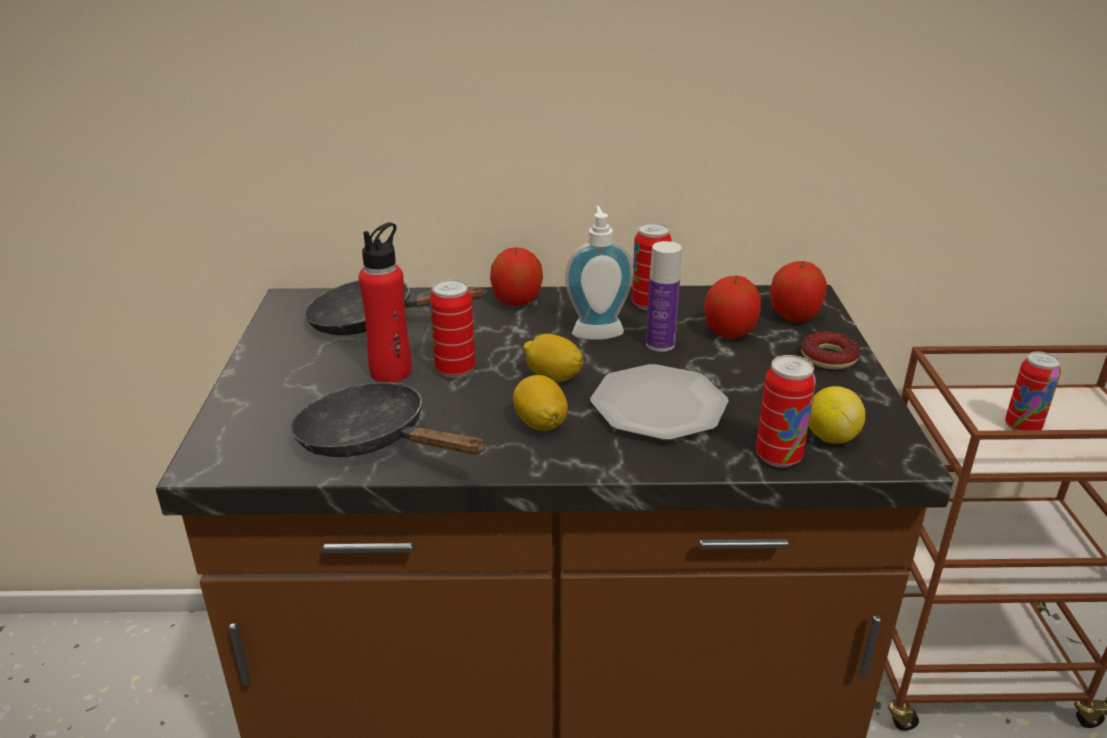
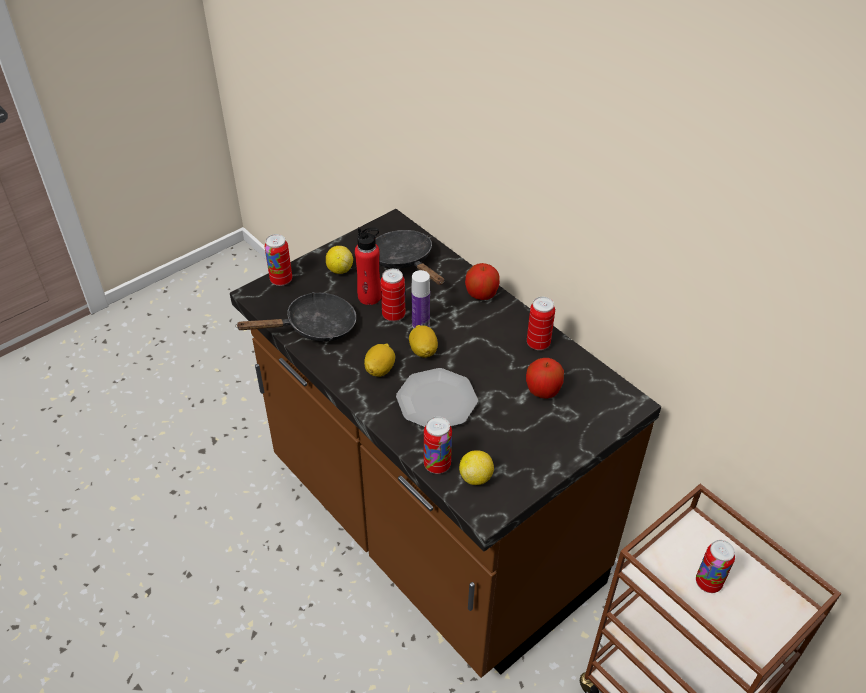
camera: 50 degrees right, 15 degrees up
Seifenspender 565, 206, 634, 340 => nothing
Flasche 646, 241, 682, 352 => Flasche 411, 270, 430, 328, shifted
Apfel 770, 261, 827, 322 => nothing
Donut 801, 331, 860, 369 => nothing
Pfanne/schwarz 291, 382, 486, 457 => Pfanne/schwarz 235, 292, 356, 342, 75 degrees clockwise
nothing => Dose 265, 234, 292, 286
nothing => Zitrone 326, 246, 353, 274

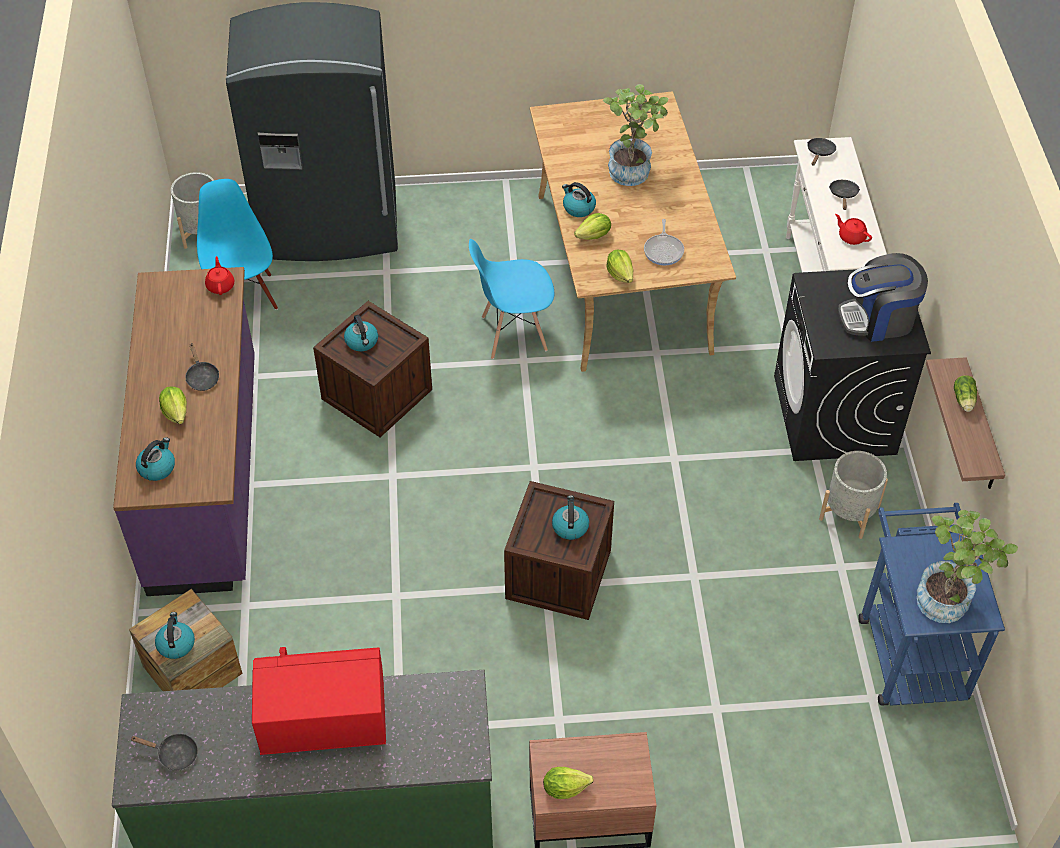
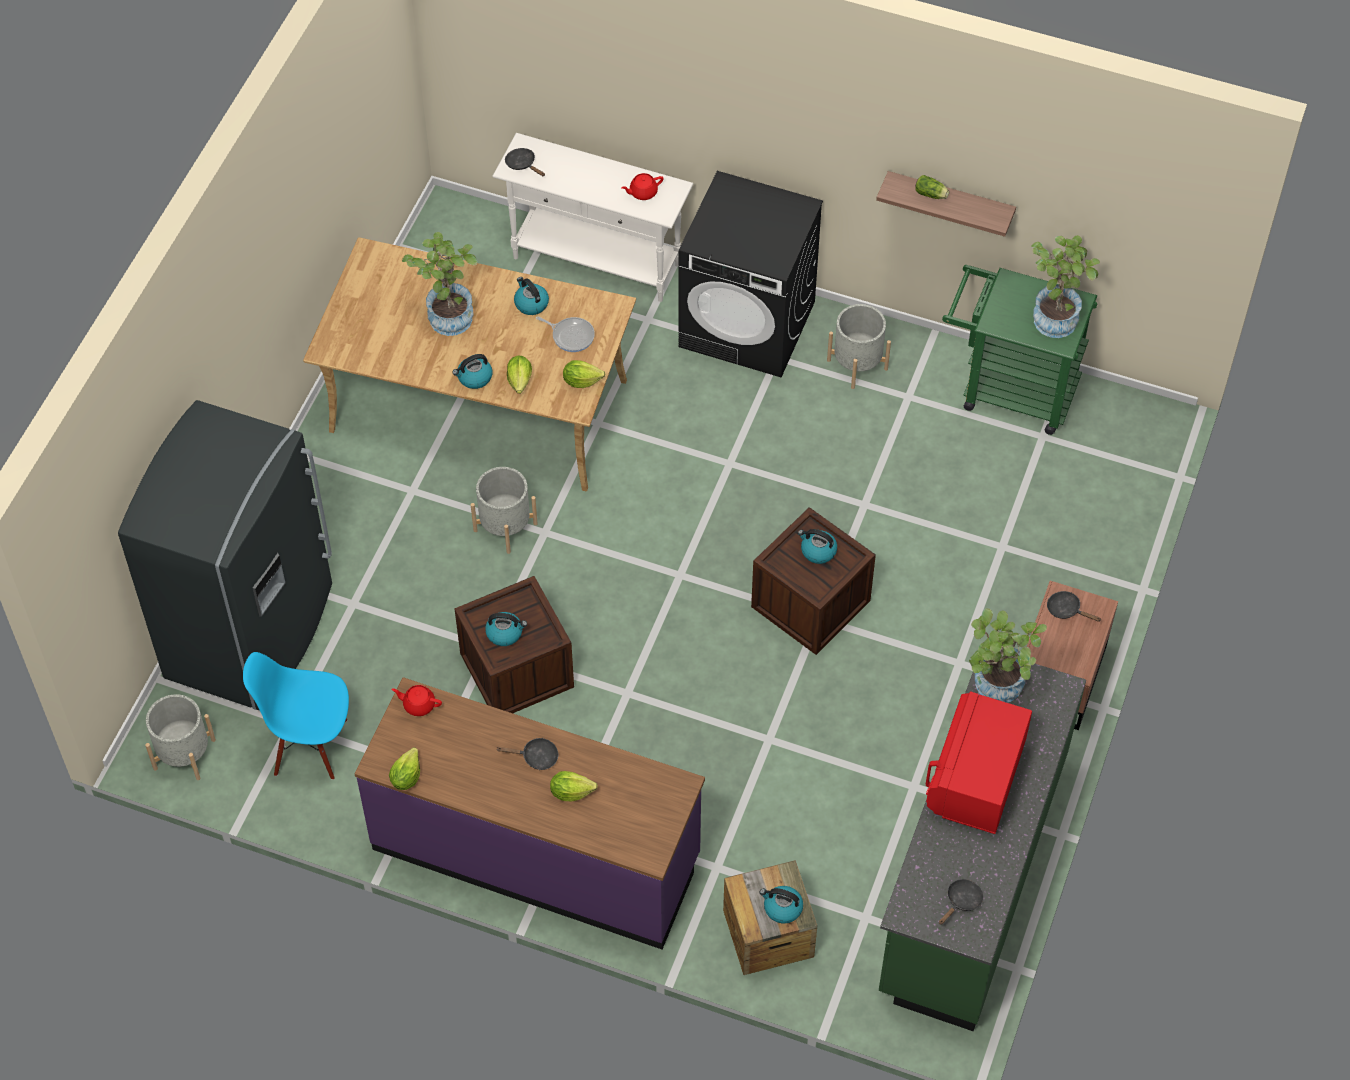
camera: 65 degrees left, 5 degrees up
Pfanne/schwarz 829, 180, 860, 210 => Pfanne/schwarz 1047, 591, 1101, 622, shifted
Stuhl/blau 469, 239, 554, 359 => Pflanzkübel/grau 471, 467, 538, 554
Kaffeemaschine 838, 253, 928, 342 => nothing
Wasserkessel 136, 437, 175, 481 => Wasserkessel 514, 277, 549, 315, shifted
Rollwagen/blau 858, 503, 1005, 705 => Rollwagen/grün 942, 265, 1097, 435
Salatkopf 543, 767, 594, 799 => Salatkopf 389, 747, 420, 790, shifted
nothing => Topfpflanze 969, 608, 1047, 703

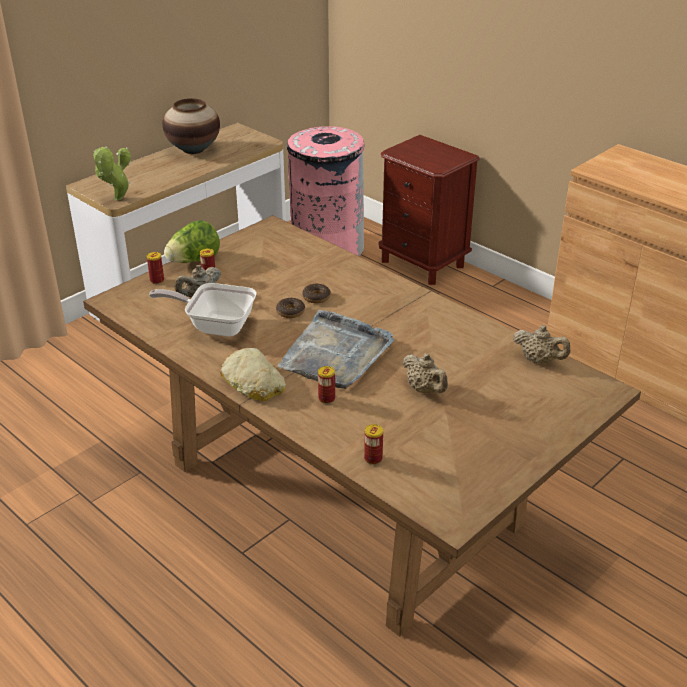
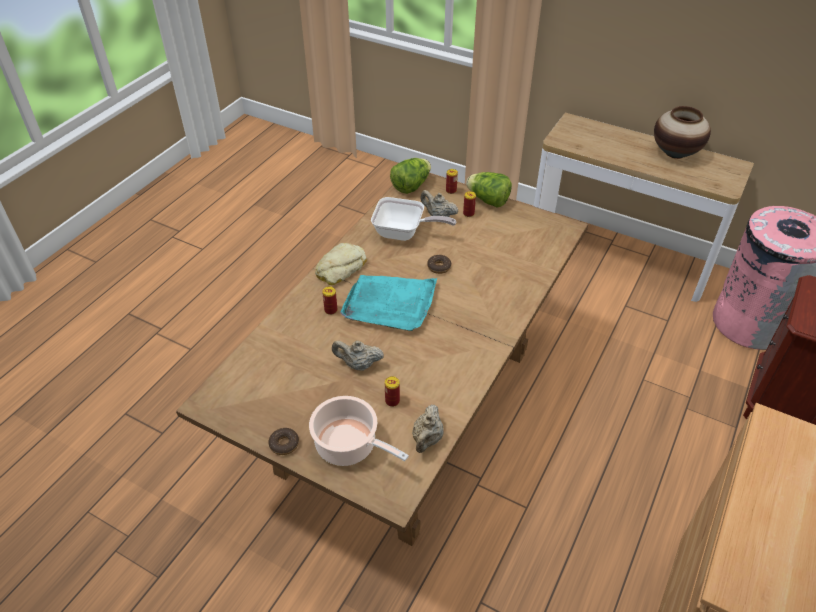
camera: 75 degrees right, 10 degrees up
Topfpflanze 93, 146, 131, 200 => nothing
Pfanne 149, 283, 257, 337 => Pfanne 371, 197, 456, 241, 105 degrees clockwise
Donut 302, 284, 331, 303 => Donut 268, 428, 299, 455, shifted
Tablett/grau 277, 310, 394, 389 => Tablett/türkis 340, 275, 437, 331
Teekanne/beige 403, 353, 448, 393 => Teekanne/beige 332, 340, 384, 371, 60 degrees clockwise
Dose 364, 424, 383, 465 => Dose 385, 376, 400, 407, shifted
nothing => Salatkopf 390, 158, 431, 194
nothing => Kochtopf 309, 396, 409, 466

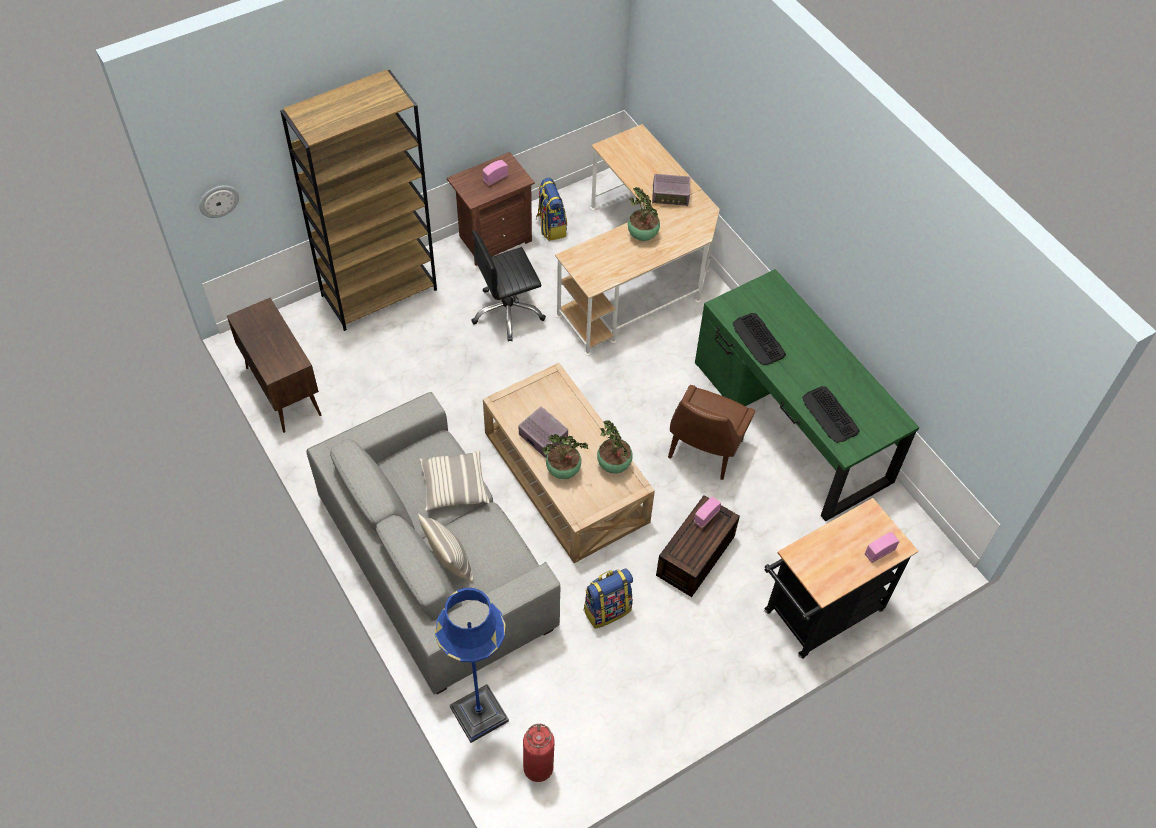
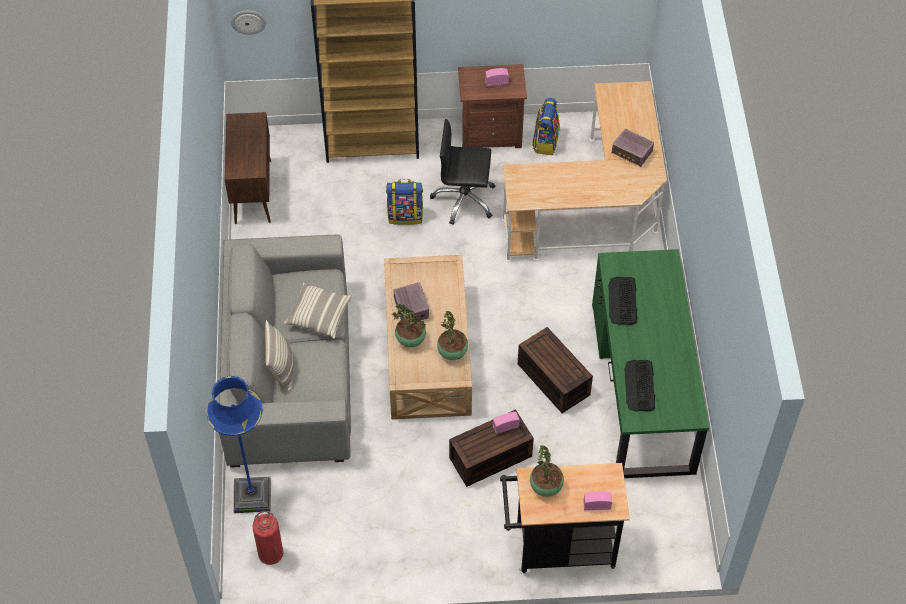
camera: 30 degrees right, 0 degrees up
Topfpflanze 628, 187, 660, 241 => Topfpflanze 530, 445, 564, 497, shifted
Stuhl/braun 668, 385, 755, 480 => Aufbewahrungsbox/braun 518, 327, 593, 413
Rucksack 583, 569, 633, 629 => Rucksack 386, 179, 423, 225, shifted

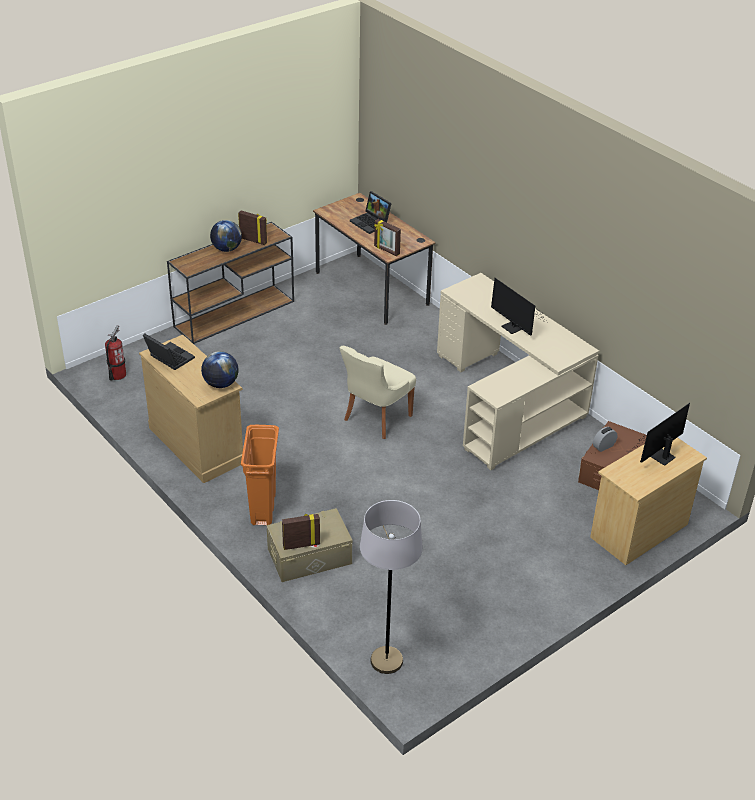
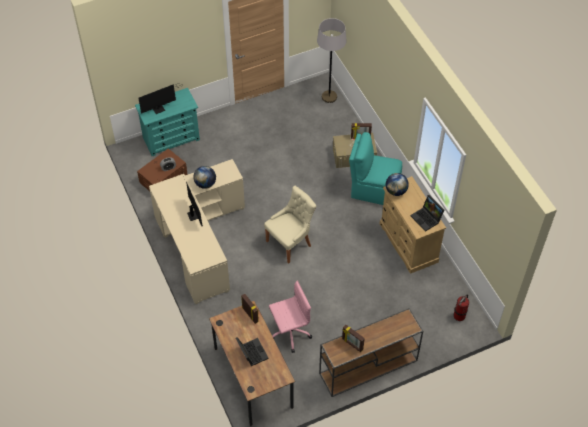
camera: 165 degrees left, 15 degrees up
Globus 210, 220, 242, 252 => Globus 193, 166, 216, 189, shifted
Mülleimer/orange 241, 425, 279, 525 => Stuhl/türkis 349, 132, 402, 205
Kommode/beige 590, 437, 707, 565 => Kommode/türkis 135, 88, 200, 156
nothing => Bürostuhl/rosa 269, 280, 312, 353

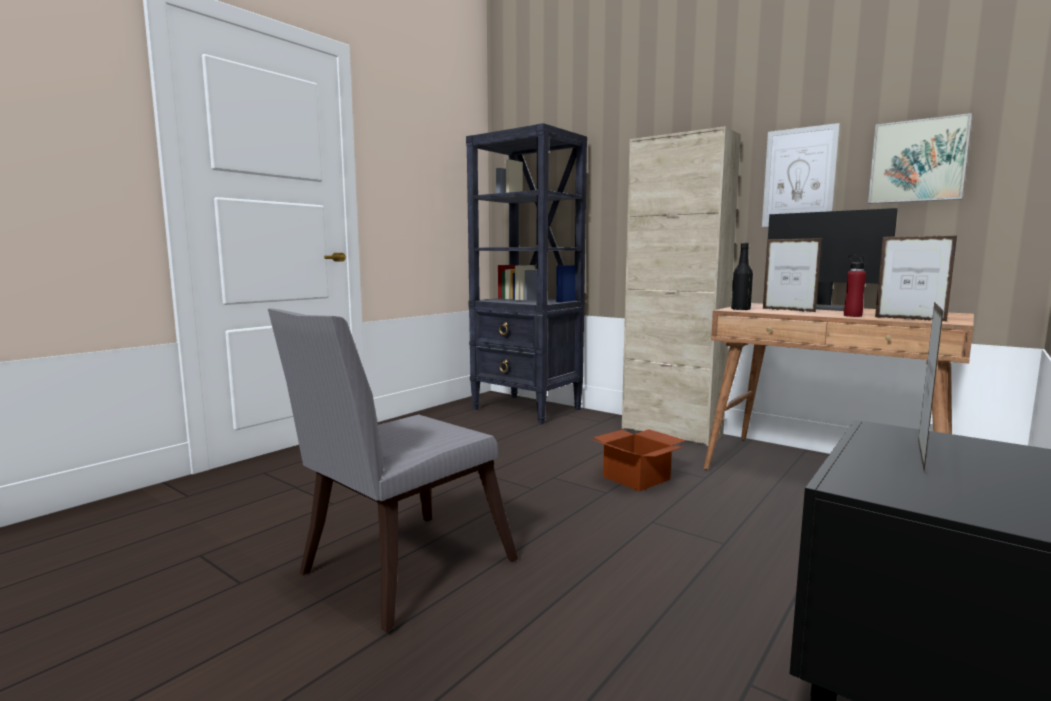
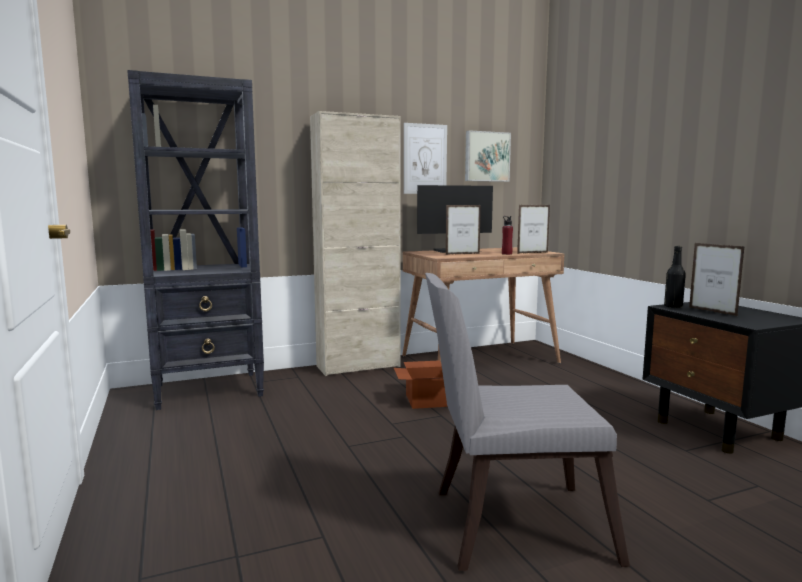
camera: 60 degrees left, 0 degrees up
Flasche/schwarz 731, 243, 753, 310 => Flasche/schwarz 664, 246, 686, 308, shifted
Stuhl/grau 268, 308, 518, 632 => Stuhl/grau 425, 273, 630, 571, 105 degrees clockwise

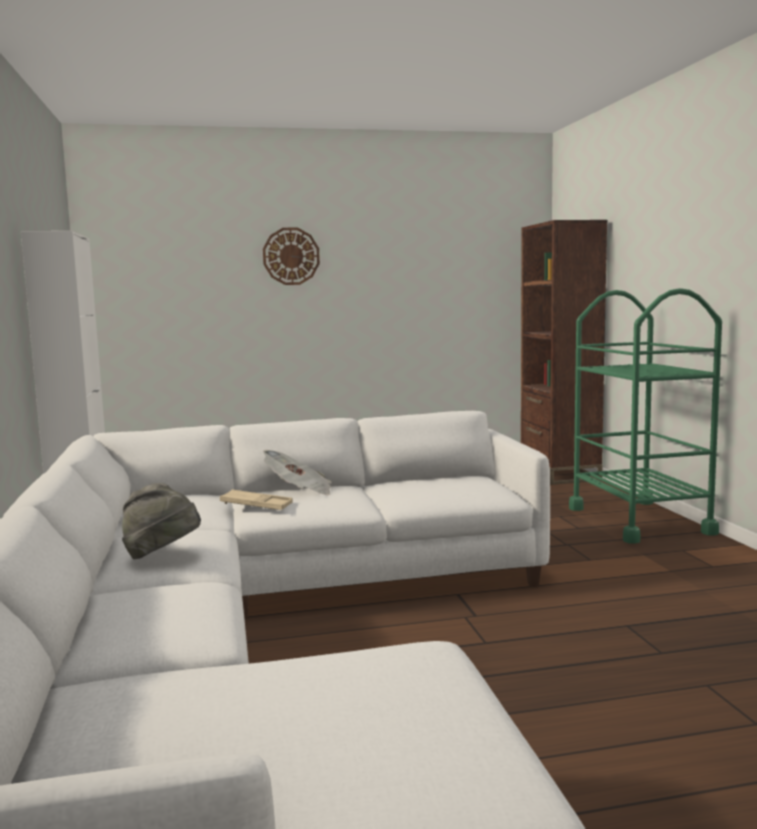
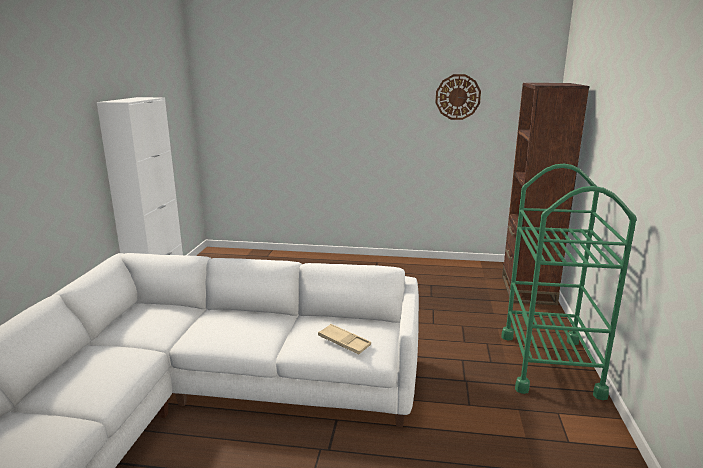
camera: 20 degrees right, 10 degrees up
Wanduhr 263, 228, 320, 285 => Wanduhr 435, 74, 481, 120, shifted
Zeitung 263, 450, 332, 495 => nothing
Hut/grau 122, 483, 201, 559 => nothing
Tablett/beige 220, 489, 293, 510 => Tablett/beige 318, 324, 371, 354, shifted

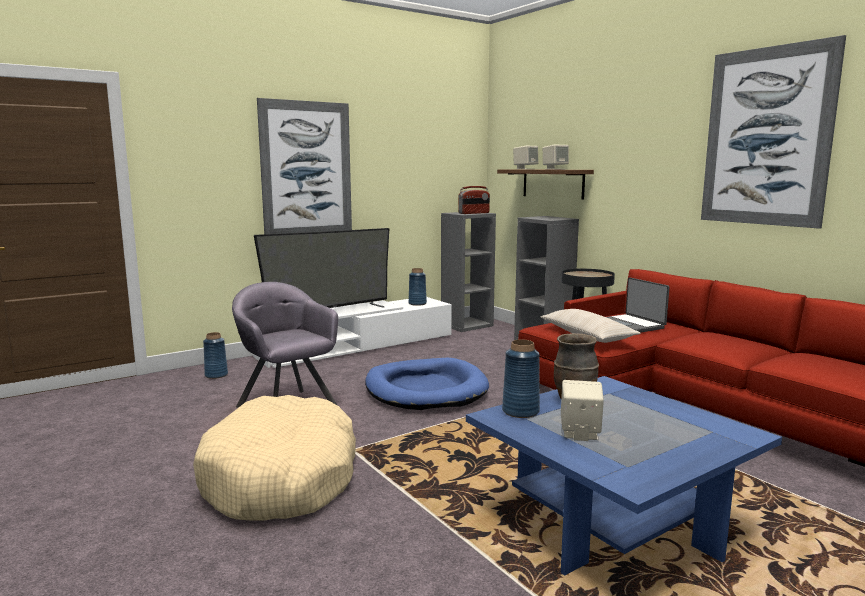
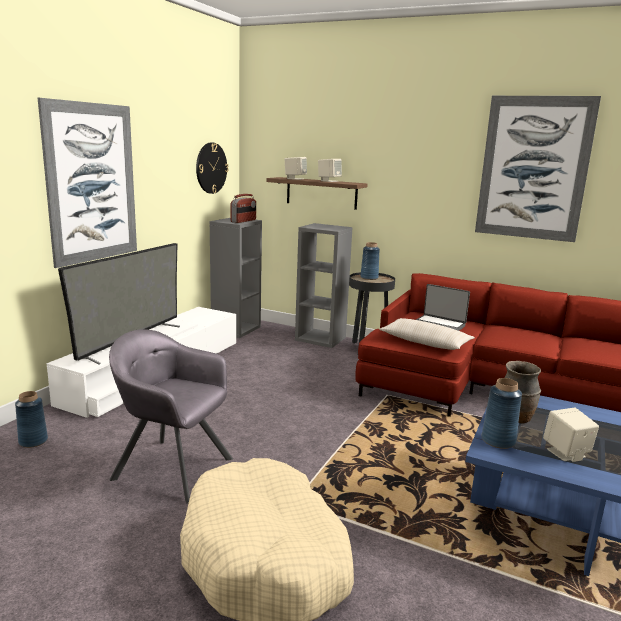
camera: 30 degrees left, 5 degrees up
Vase/blau 408, 268, 427, 306 => Vase/blau 360, 242, 380, 280, shifted
Hundebett/blau 365, 358, 489, 410 => nothing
nothing => Wanduhr 196, 143, 228, 194

